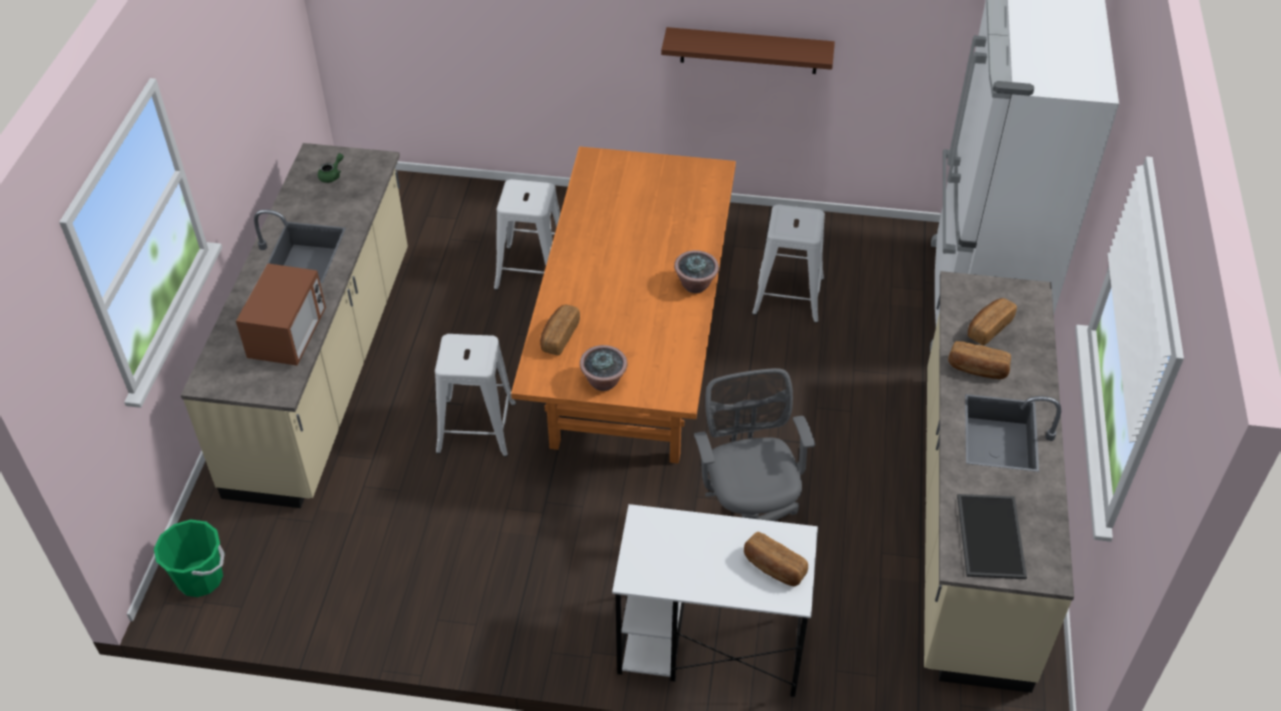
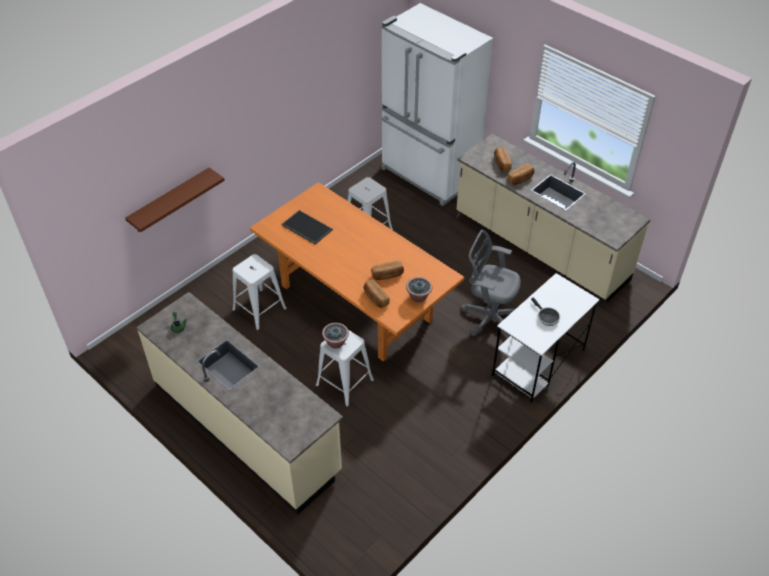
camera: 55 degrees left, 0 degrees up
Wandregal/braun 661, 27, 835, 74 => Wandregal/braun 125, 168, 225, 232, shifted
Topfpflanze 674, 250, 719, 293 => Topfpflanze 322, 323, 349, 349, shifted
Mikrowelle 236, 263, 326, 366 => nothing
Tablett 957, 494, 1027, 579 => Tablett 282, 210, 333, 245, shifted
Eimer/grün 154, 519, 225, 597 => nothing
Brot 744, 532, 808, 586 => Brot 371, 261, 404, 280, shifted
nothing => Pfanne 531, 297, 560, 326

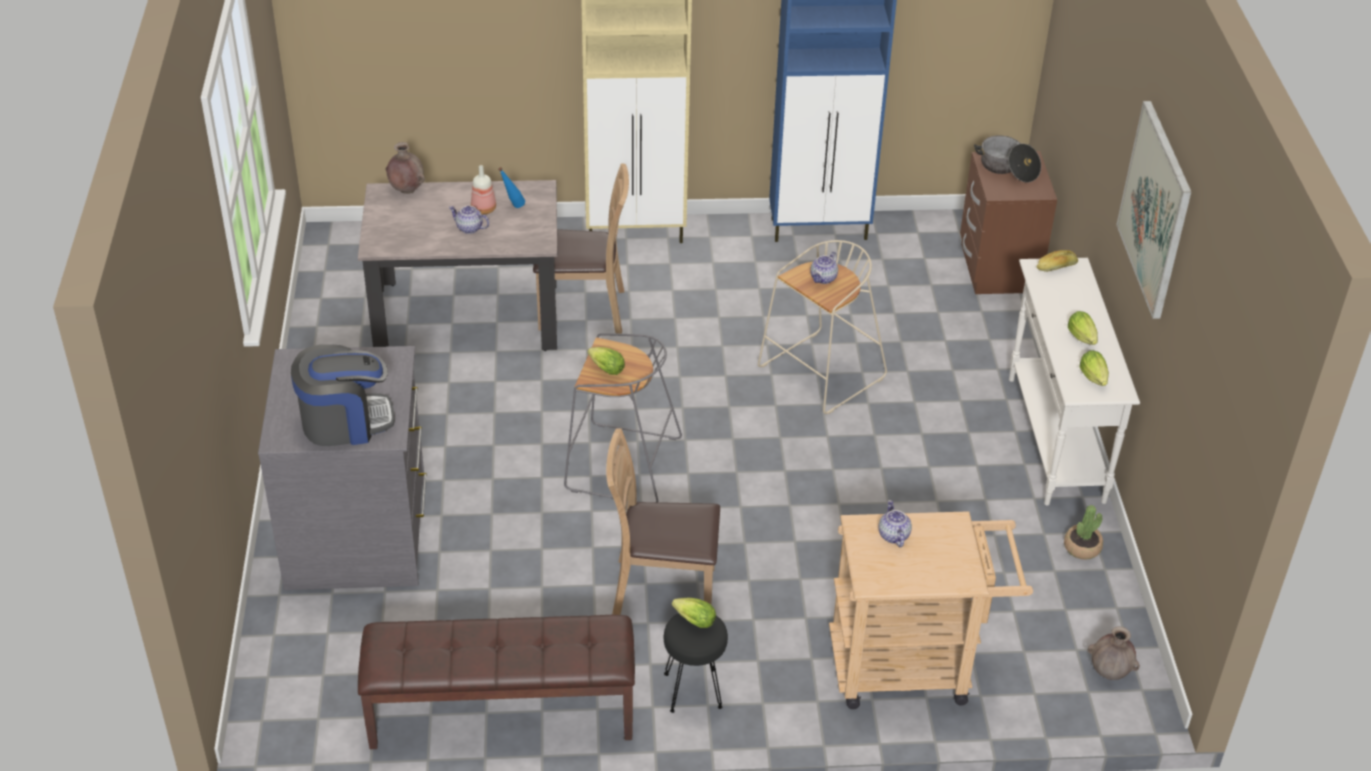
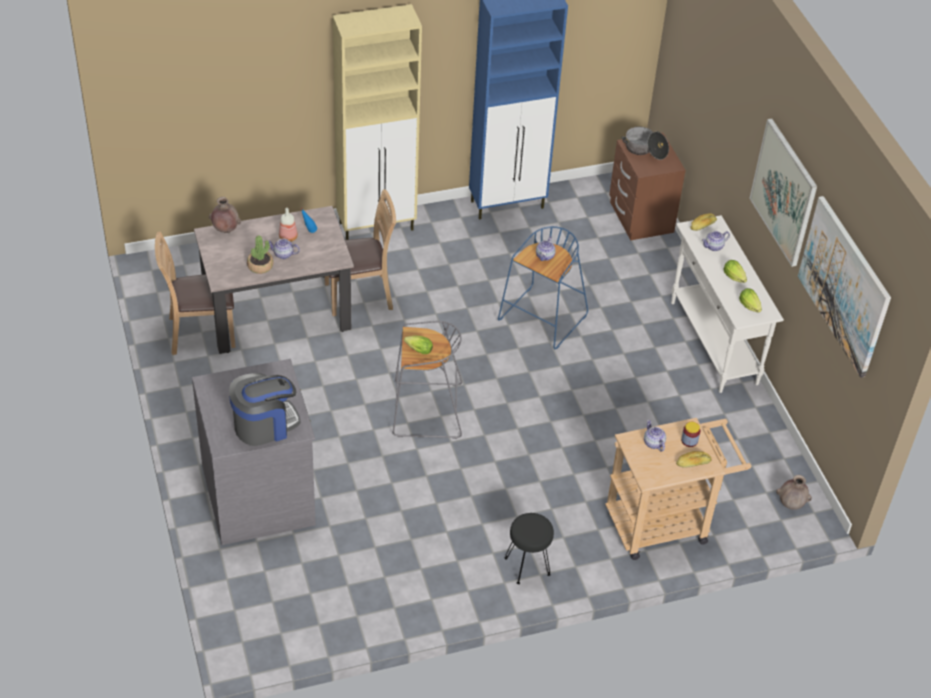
camera: 15 degrees left, 5 degrees up
Hocker/beige 758, 240, 887, 414 => Hocker/blau 498, 226, 588, 349
Stuhl/braun 606, 428, 720, 615 => Stuhl/braun 155, 232, 235, 355, shifted
Topfpflanze 1064, 505, 1103, 560 => Topfpflanze 247, 236, 274, 274, shifted
Salatkopf 672, 598, 716, 628 => nothing
Bank/braun 358, 615, 635, 749 => nothing
nothing => Bild 798, 196, 891, 378
nothing => Teekanne 702, 231, 730, 251
nothing => Vorratsglas 681, 422, 700, 447
nothing => Brot 676, 451, 712, 468

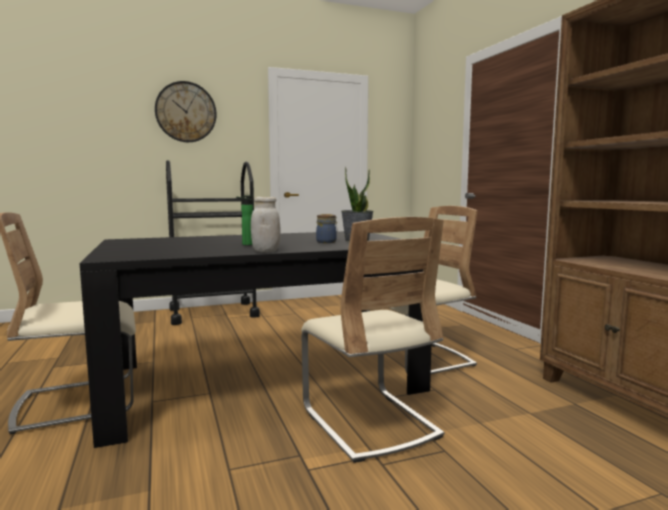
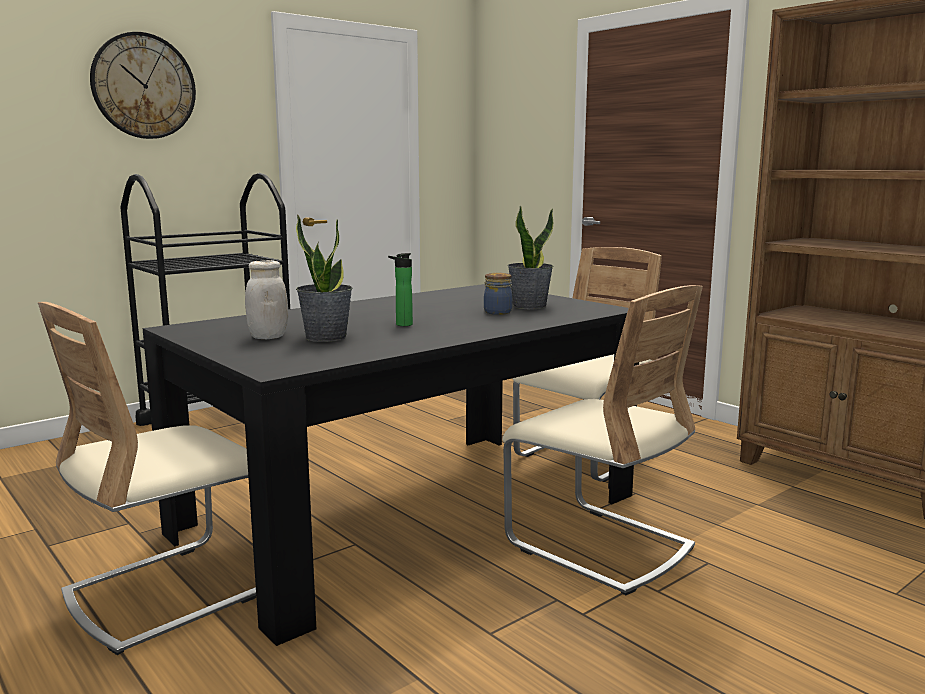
camera: 20 degrees left, 5 degrees up
Vorratsglas/weiß 251, 197, 281, 252 => Vorratsglas/weiß 245, 260, 288, 339, shifted
nothing => Topfpflanze 296, 215, 352, 342

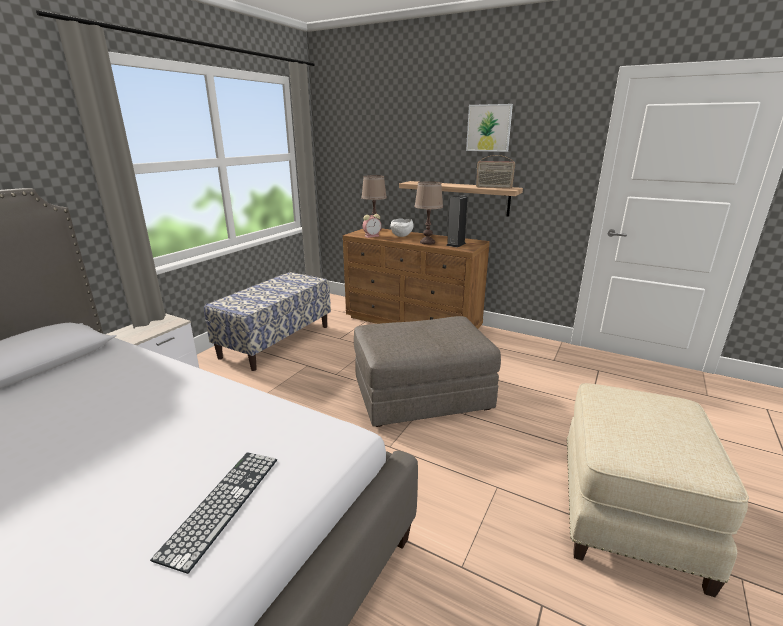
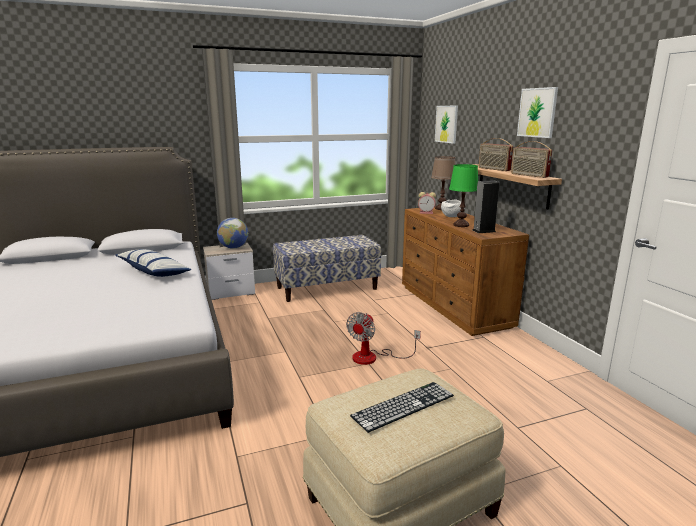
camera: 40 degrees right, 5 degrees down
Tischlampe/braun 414, 181, 443, 245 => Tischlampe/grün 449, 164, 478, 227
Polsterhocker/grau 354, 316, 501, 427 => Ventilator 346, 312, 421, 365
Tastatur 150, 452, 277, 574 => Tastatur 350, 382, 454, 433, shifted
nothing => Bild 435, 106, 458, 144
nothing => Radio 479, 138, 513, 171
nothing => Globus 217, 218, 248, 249
nothing => Kissen 115, 249, 191, 277

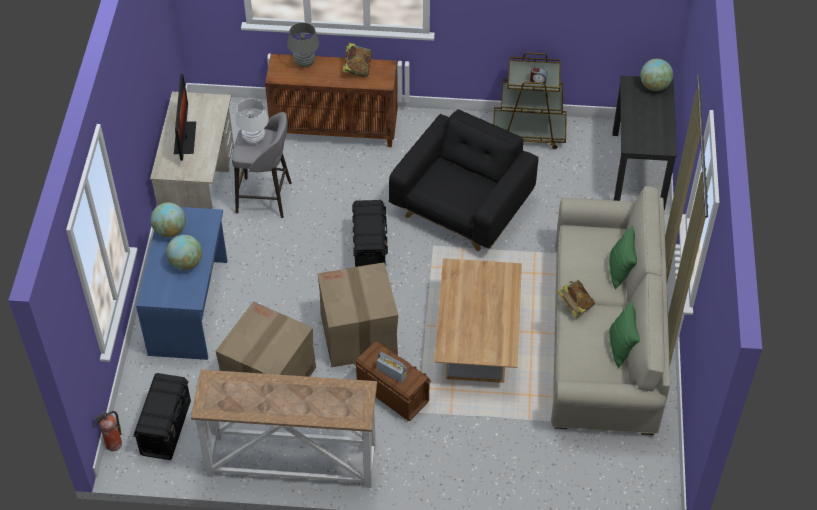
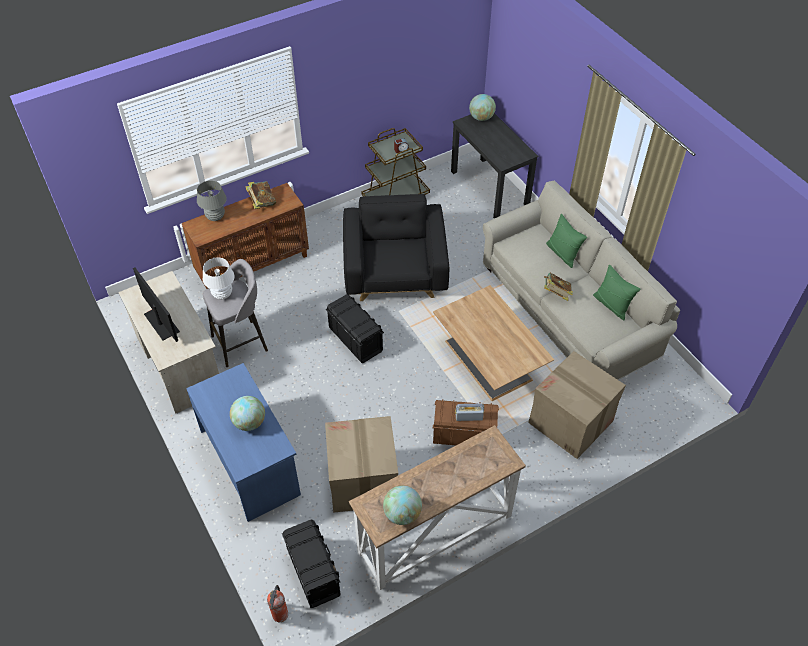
camera: 35 degrees left, 0 degrees up
Globus 151, 202, 186, 237 => Globus 383, 485, 422, 525, shifted
Karton 317, 262, 398, 367 => Karton 528, 351, 626, 459, shifted

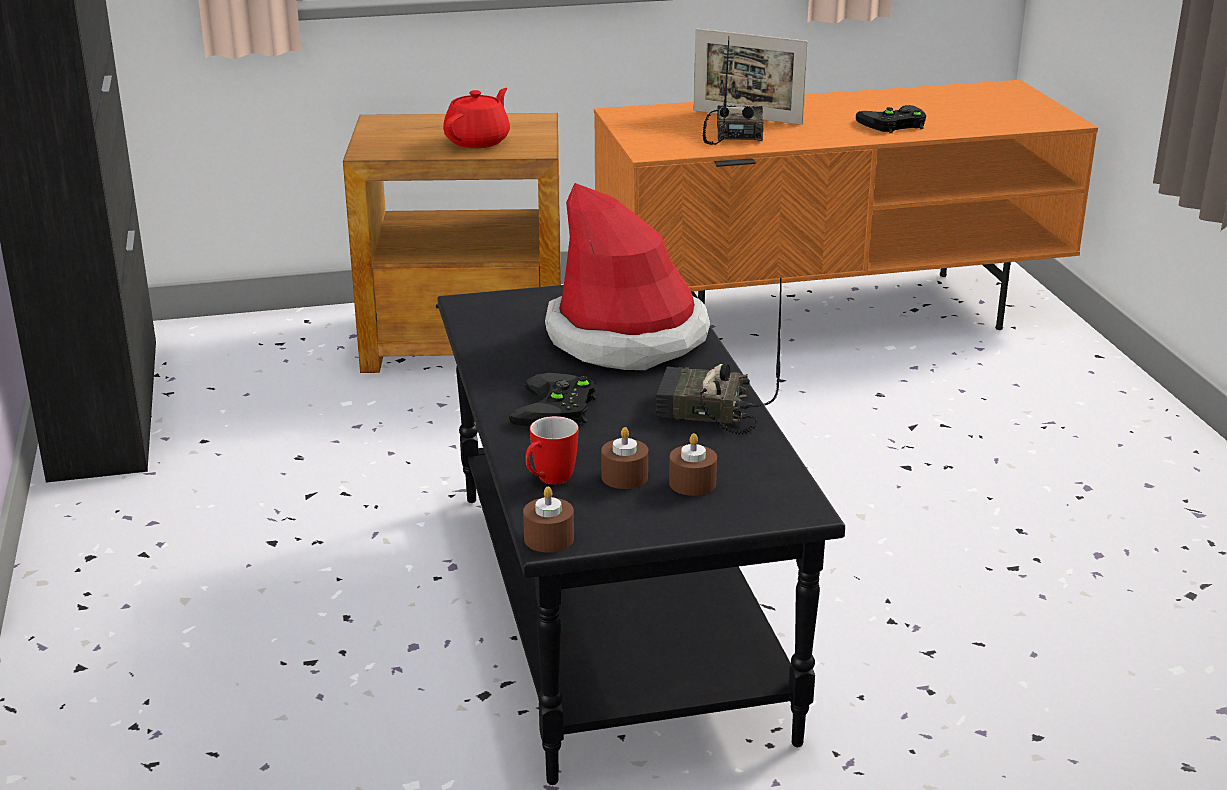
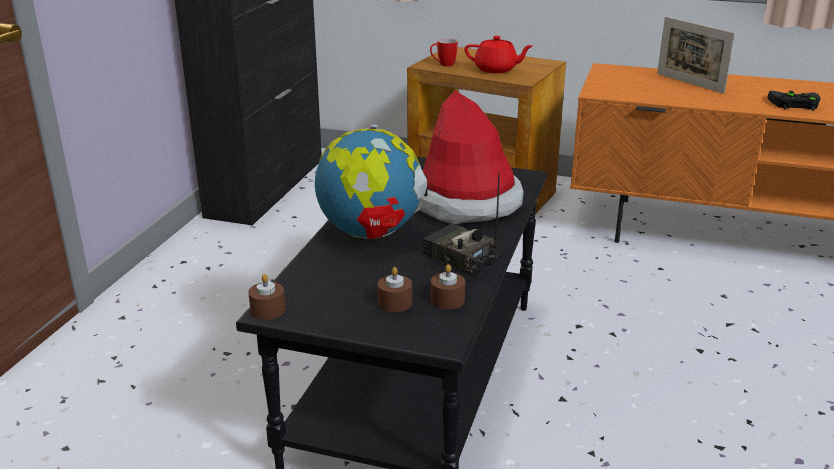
camera: 30 degrees right, 0 degrees up
Radio 703, 36, 763, 145 => nothing
Teekanne/rot 443, 88, 510, 148 => Teekanne/rot 464, 36, 532, 73, 45 degrees clockwise
Gamepad/schwarz 509, 373, 596, 426 => Globus 315, 124, 427, 239
Henkelbecher 525, 416, 578, 485 => Henkelbecher 430, 38, 458, 66, shifted
Kerze/braun 601, 427, 648, 489 => Kerze/braun 431, 264, 465, 309, shifted

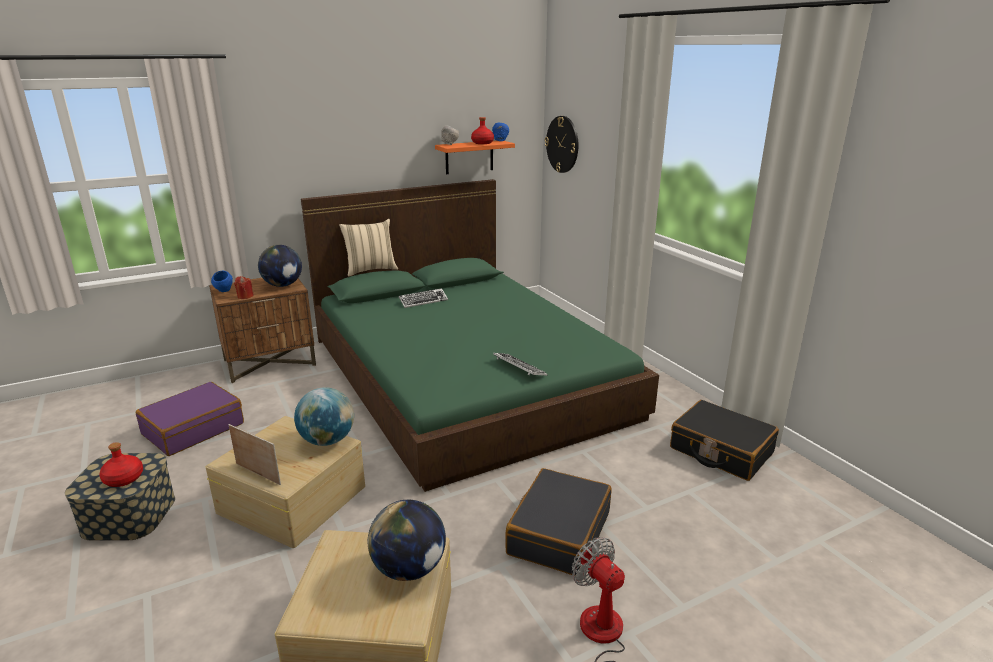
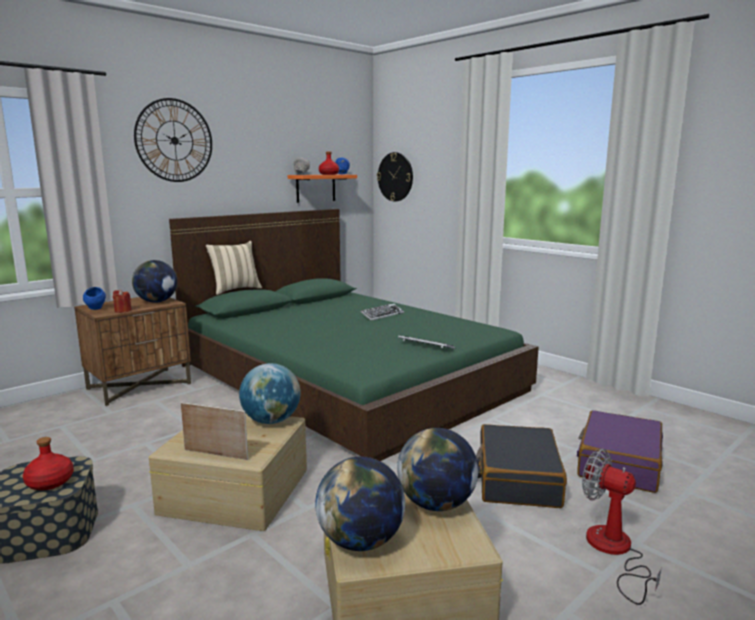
camera: 15 degrees left, 10 degrees down
Tastatur 399, 288, 448, 308 => Tastatur 360, 303, 404, 321, shifted
Koffer/lila 136, 382, 244, 456 => Koffer/lila 577, 410, 663, 493, shifted
Koffer/schwarz 670, 400, 779, 481 => nothing
nothing => Wanduhr 134, 98, 212, 182
nothing => Globus 315, 457, 405, 551

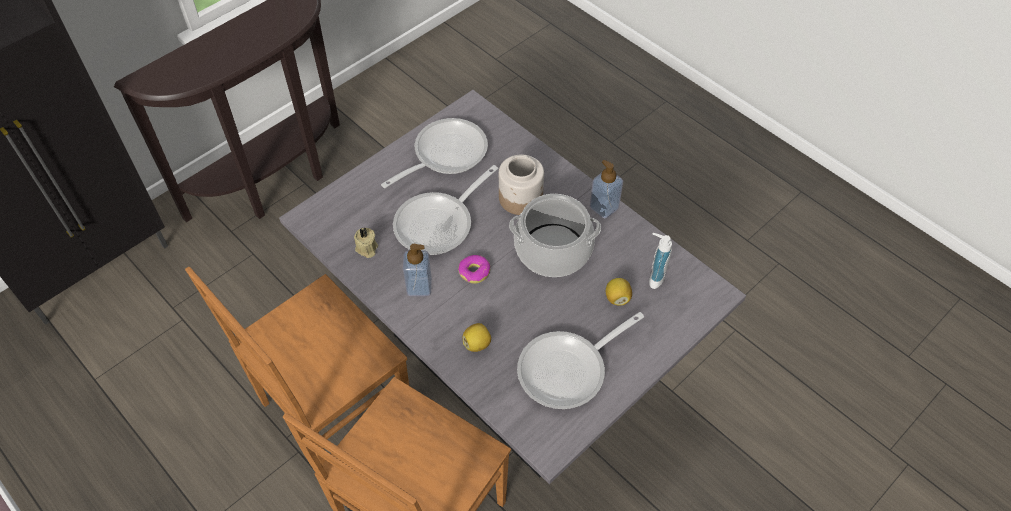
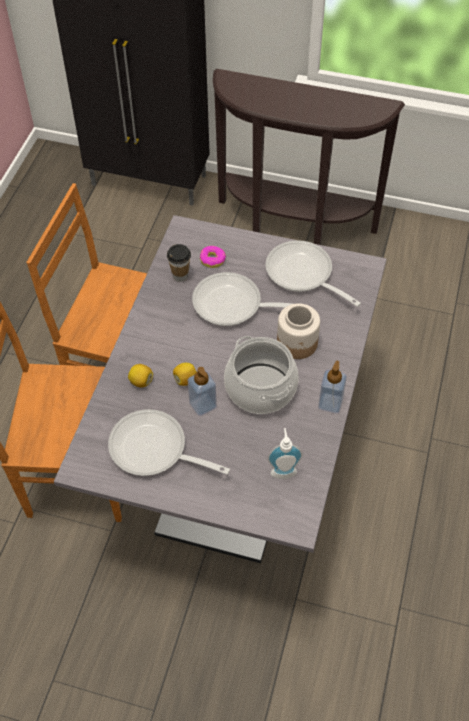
camera: 60 degrees right, 0 degrees up
Pfanne 381, 118, 488, 188 => Pfanne 265, 240, 361, 307, 150 degrees counterclockwise
Kerze/beige 354, 227, 378, 258 => Tasse 167, 244, 191, 282
Seifenspender 403, 244, 432, 296 => Seifenspender 187, 367, 217, 416, shifted
Donut 458, 255, 490, 284 => Donut 200, 246, 226, 268, shifted
Zitrone 606, 278, 632, 306 => Zitrone 173, 363, 197, 386, shifted

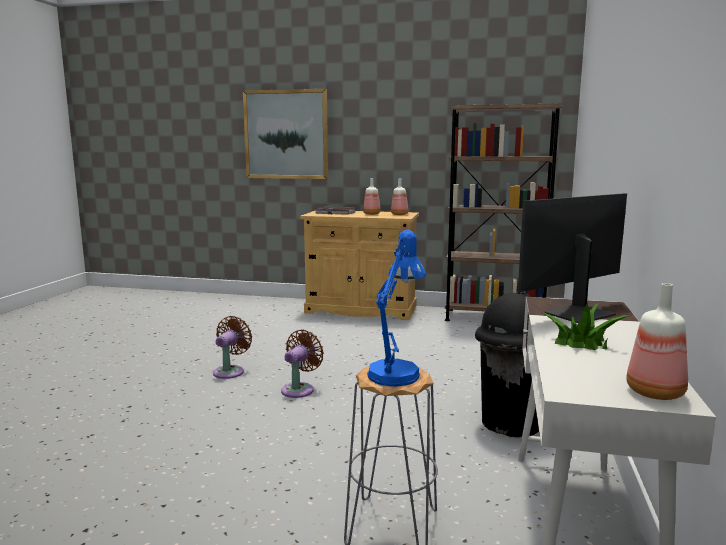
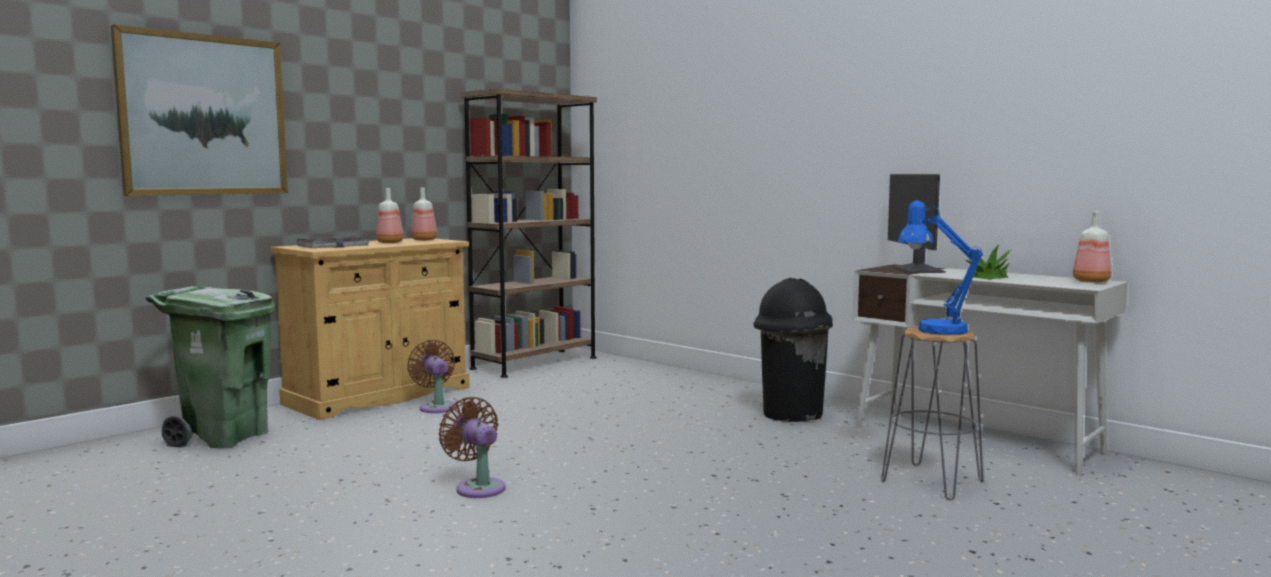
camera: 60 degrees left, 5 degrees down
Ventilator/braun 281, 329, 324, 398 => Ventilator/braun 408, 340, 456, 413, shifted
nothing => Mülleimer/grün 146, 286, 275, 449

